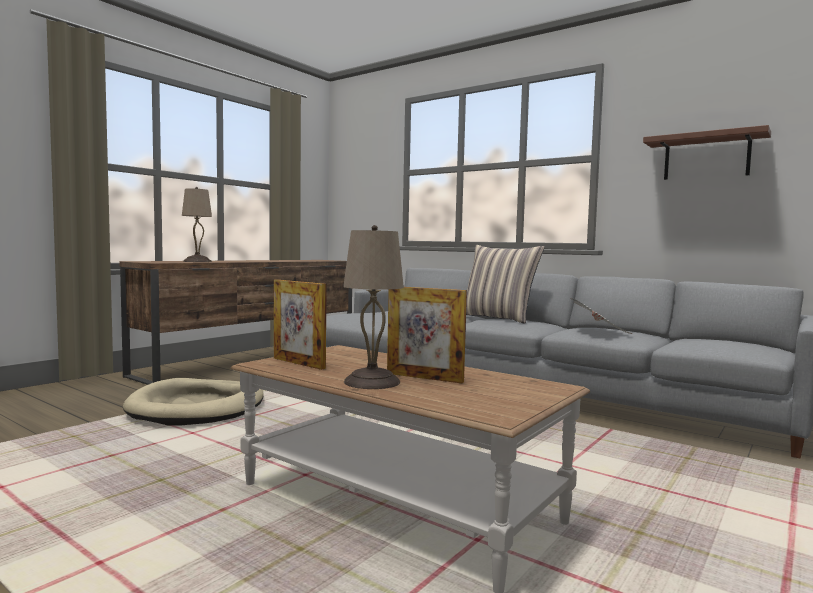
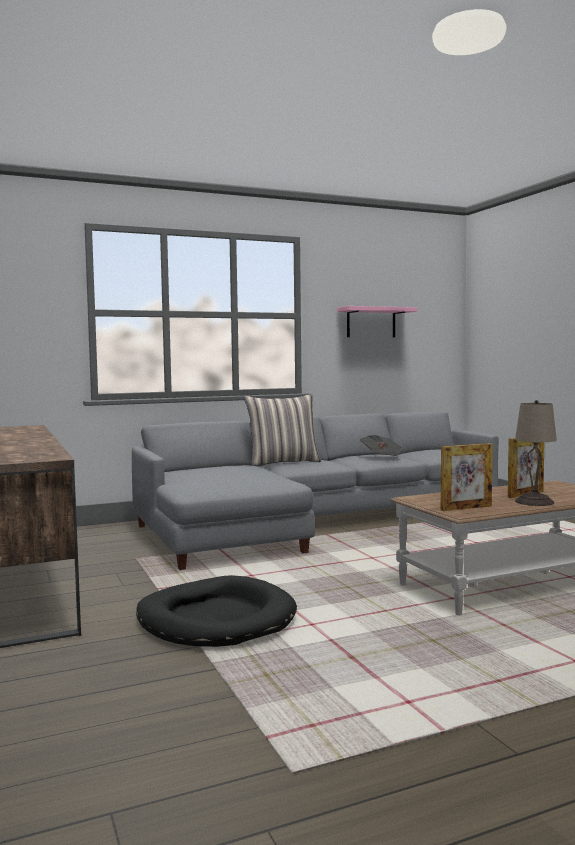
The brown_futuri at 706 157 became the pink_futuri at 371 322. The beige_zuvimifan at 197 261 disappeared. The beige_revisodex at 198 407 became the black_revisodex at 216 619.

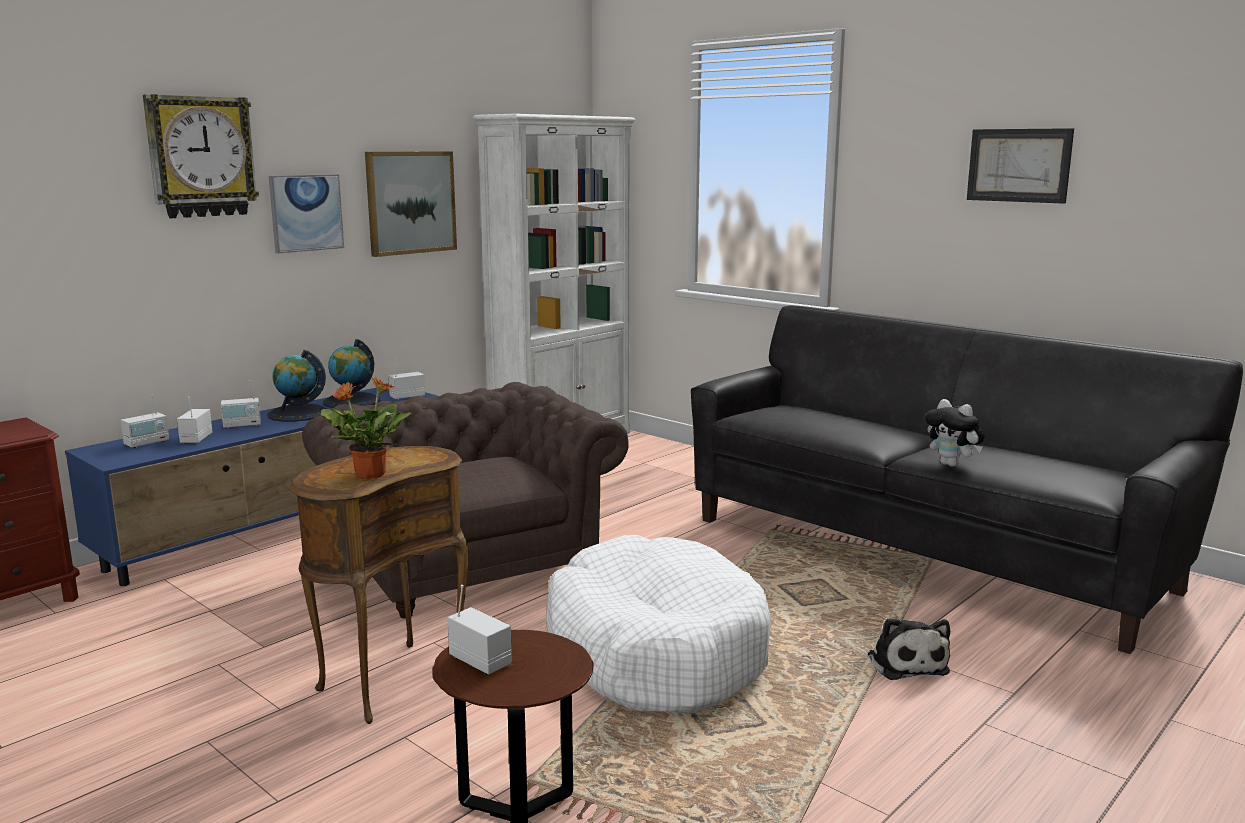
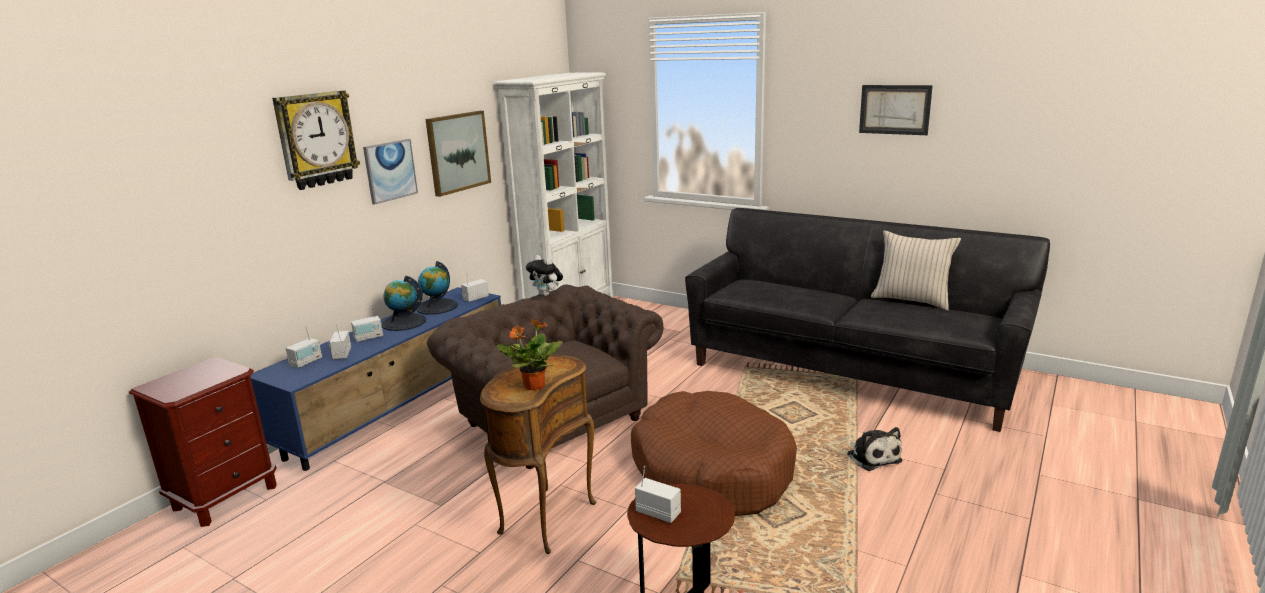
The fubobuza moved from 952 465 to 546 294. The white_revisodex at 655 651 became the brown_revisodex at 712 470. The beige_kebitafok at 911 300 appeared.

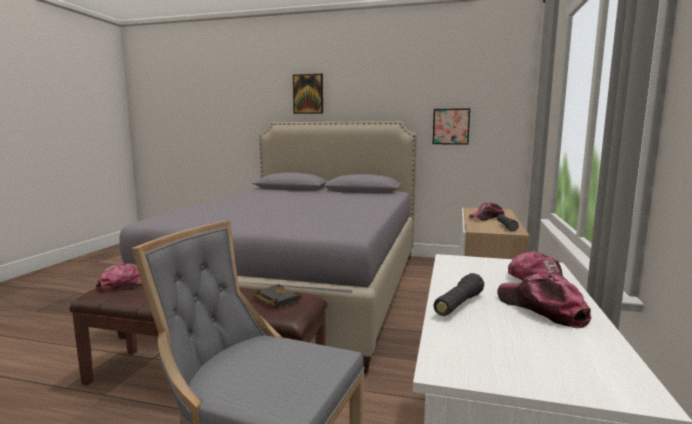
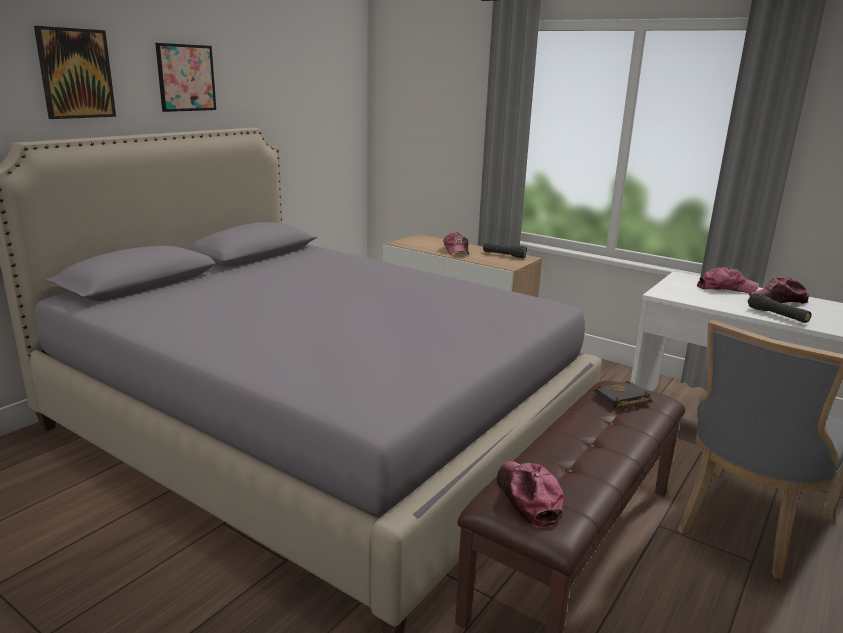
The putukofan moved from 451 126 to 186 78.

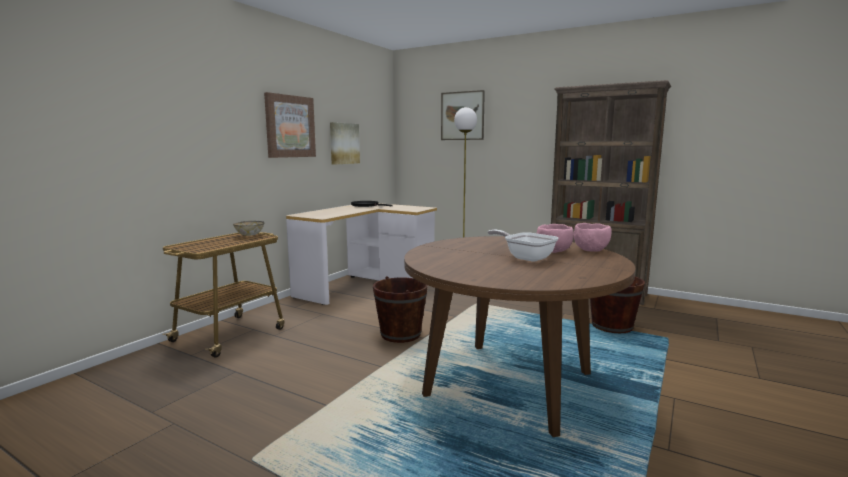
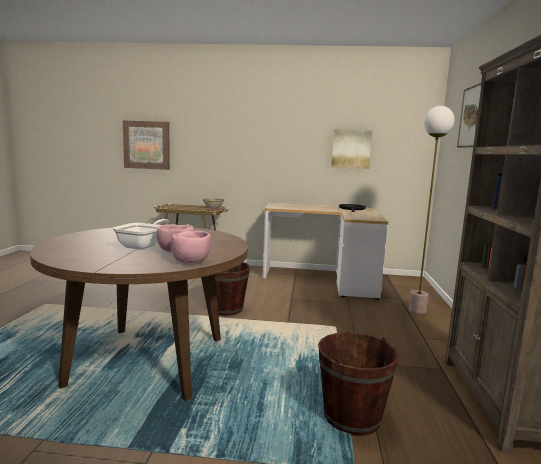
The putukofan moved from 290 126 to 147 145.

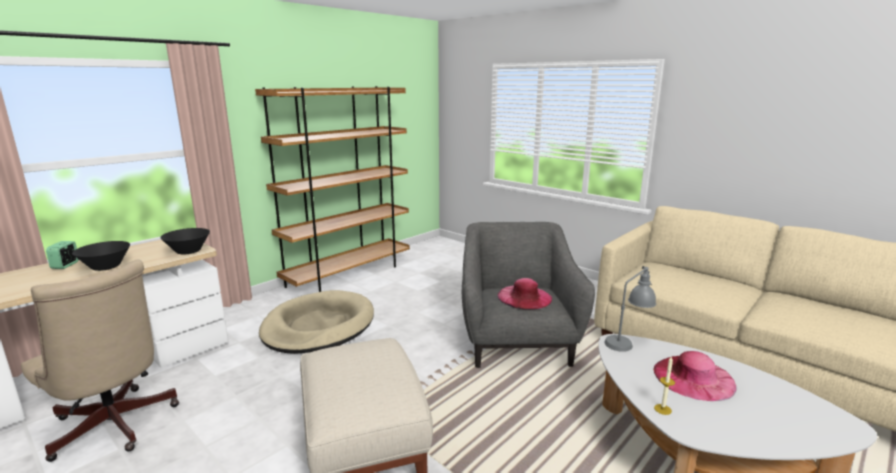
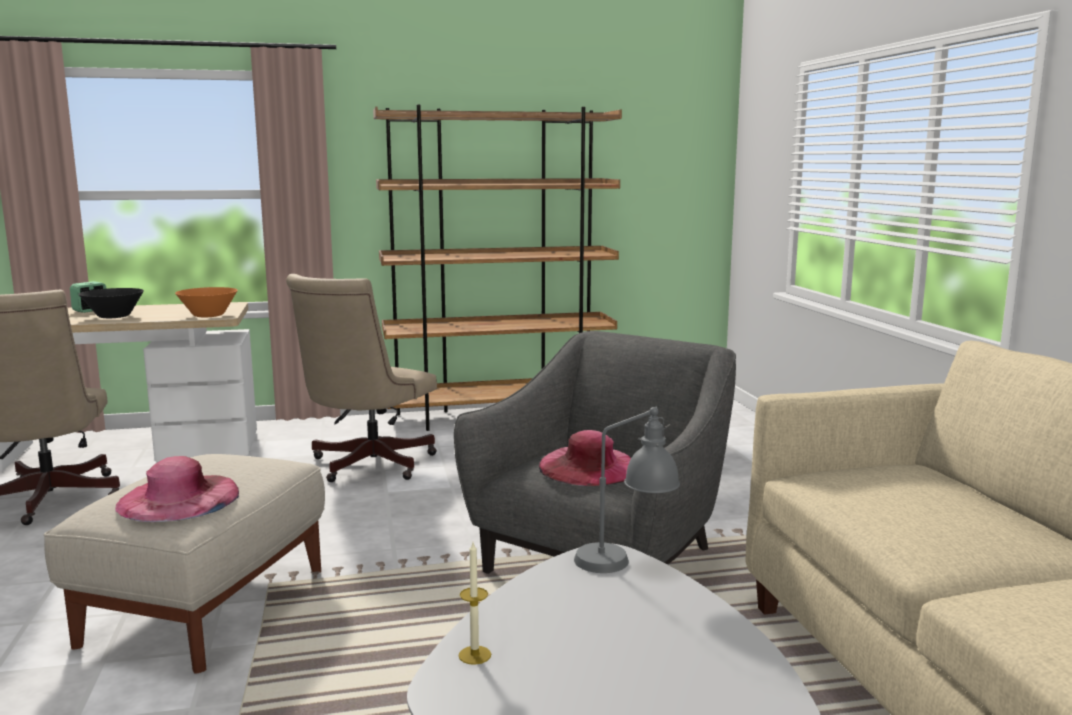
The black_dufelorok at 188 251 became the orange_dufelorok at 208 315. The beige_revisodex at 318 326 was replaced by the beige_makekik at 366 466. The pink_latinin moved from 693 377 to 179 498.

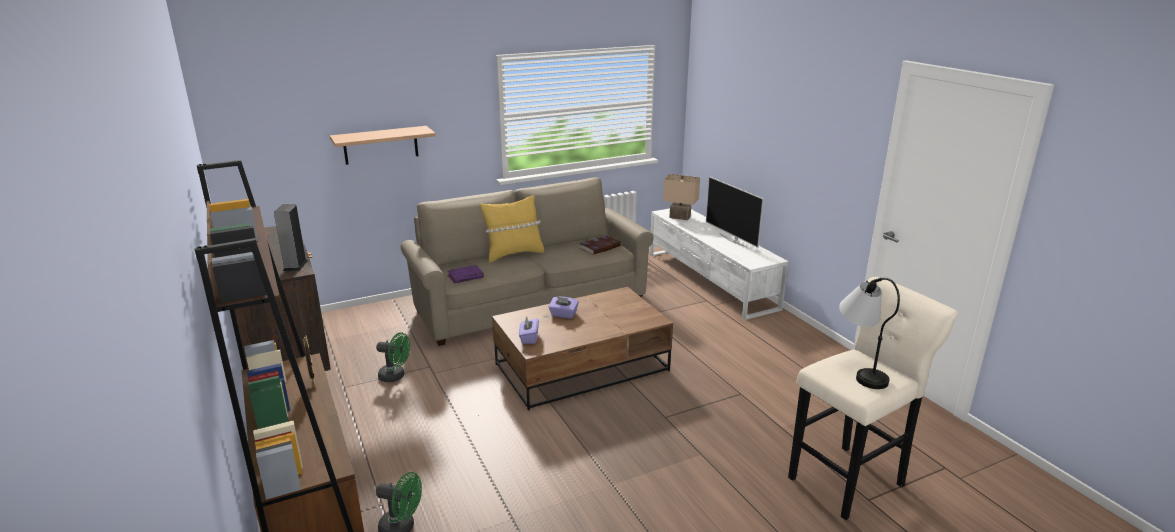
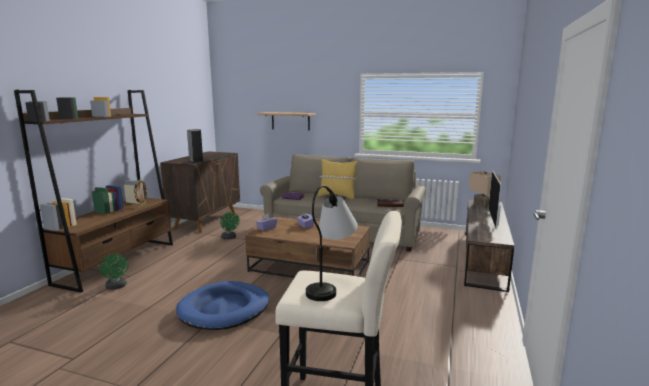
The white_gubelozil at 710 280 became the brown_gubelozil at 483 258. The blue_revisodex at 224 309 appeared.

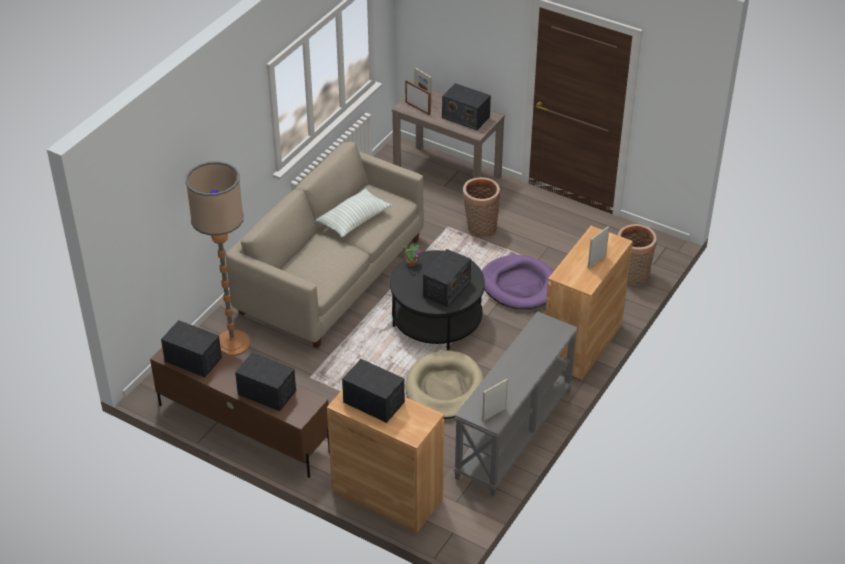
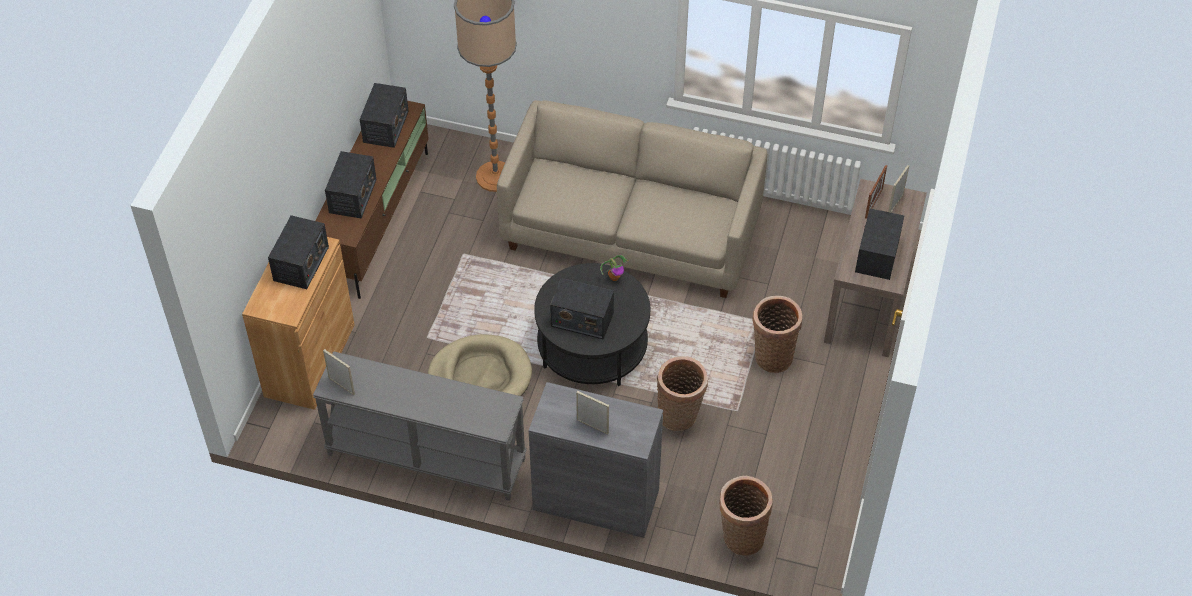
The kebitafok at 354 220 disappeared. The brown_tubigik at 582 343 became the grey_tubigik at 596 500. The purple_revisodex at 519 285 was replaced by the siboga at 680 416.

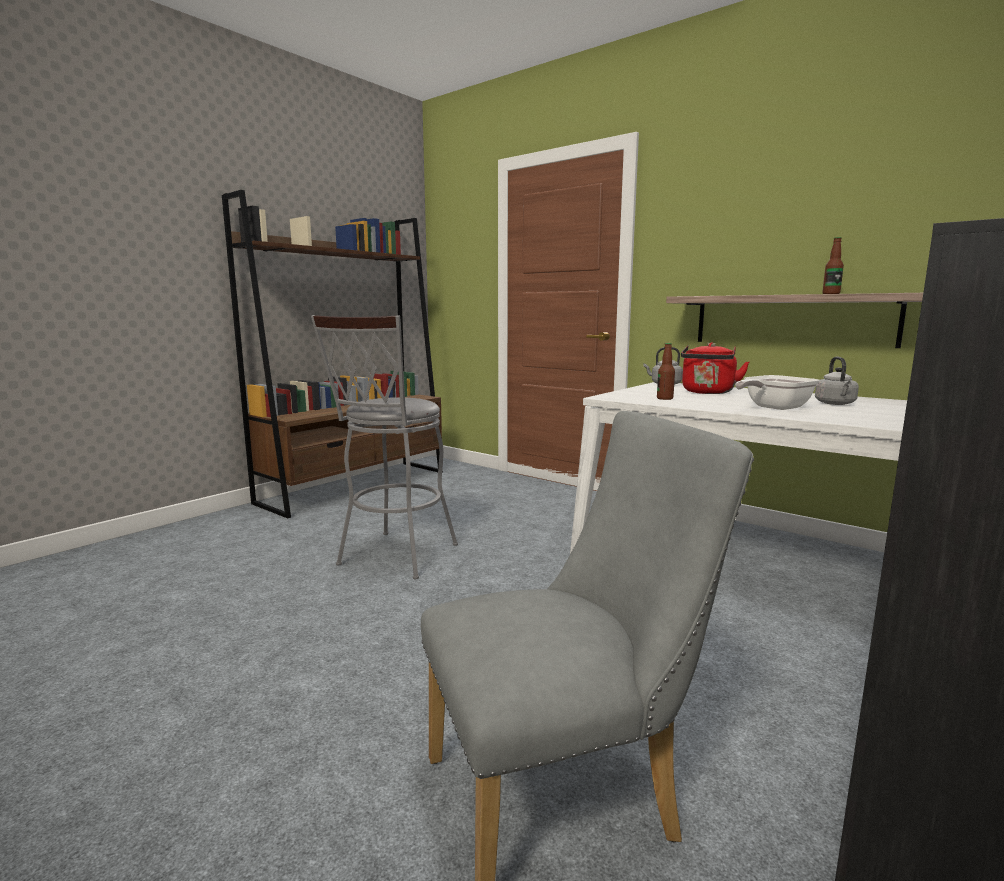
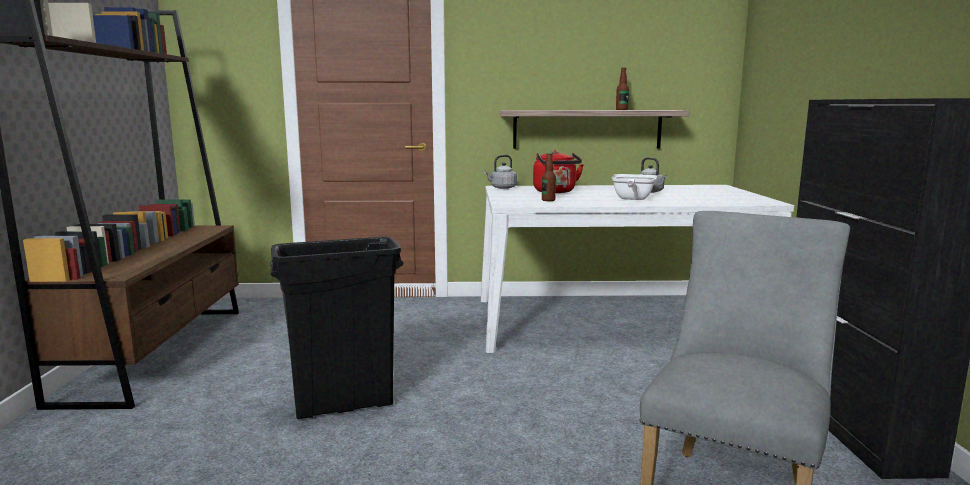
The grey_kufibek at 393 558 was replaced by the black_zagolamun at 343 405.

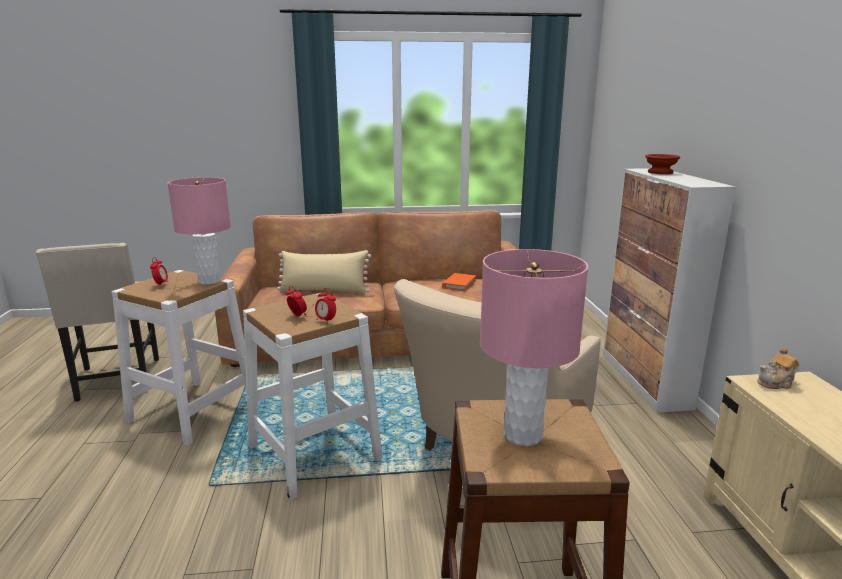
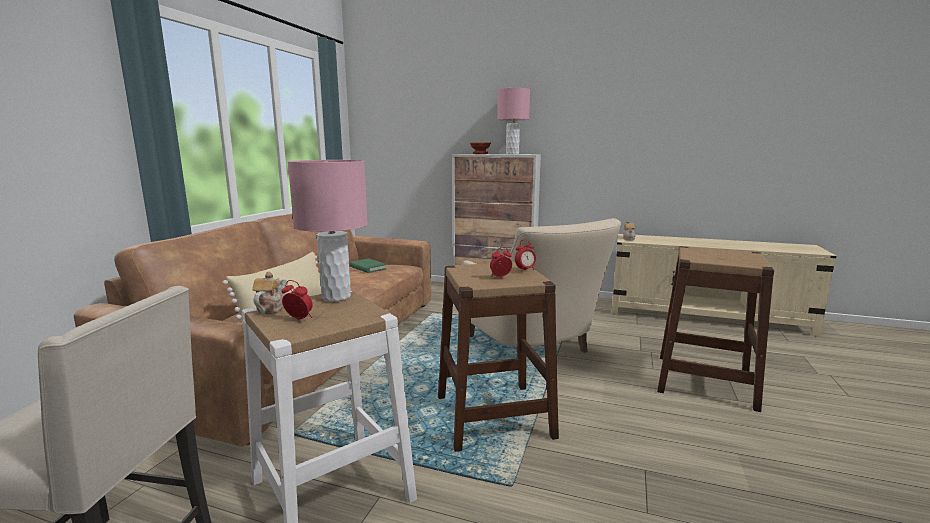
The pink_zuvimifan moved from 523 435 to 512 154. The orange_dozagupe at 459 284 became the green_dozagupe at 368 268. The white_kufibek at 314 452 became the brown_kufibek at 493 416. The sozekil at 271 308 appeared.

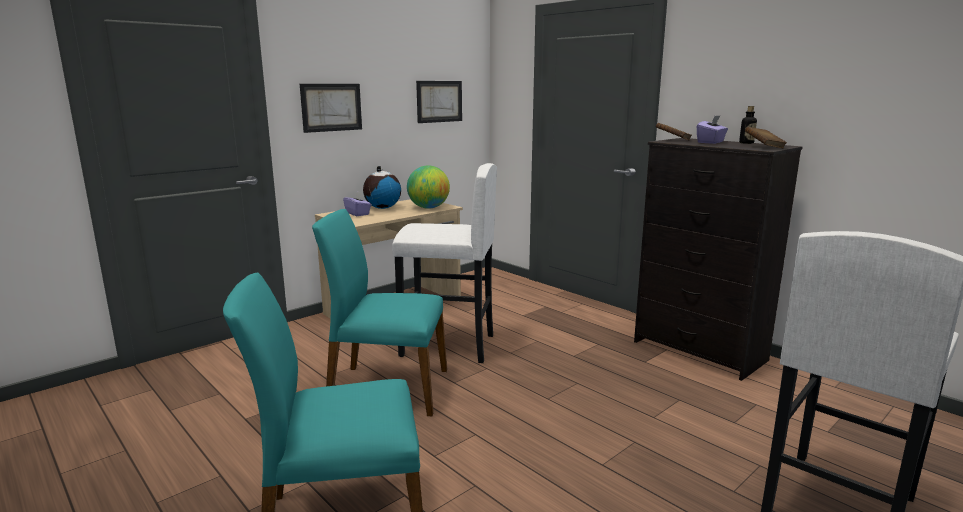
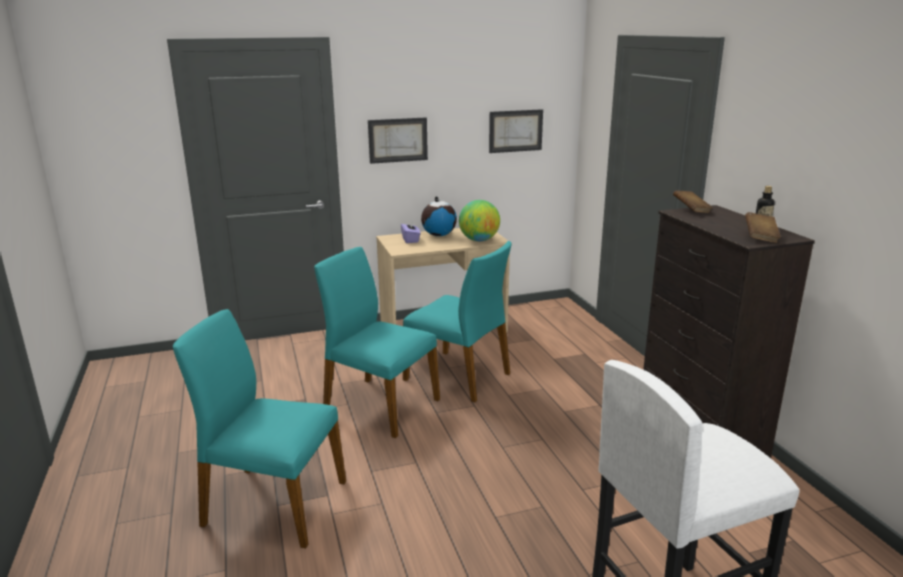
The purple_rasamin at 711 142 disappeared. The white_kufibek at 448 346 was replaced by the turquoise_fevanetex at 459 376.

